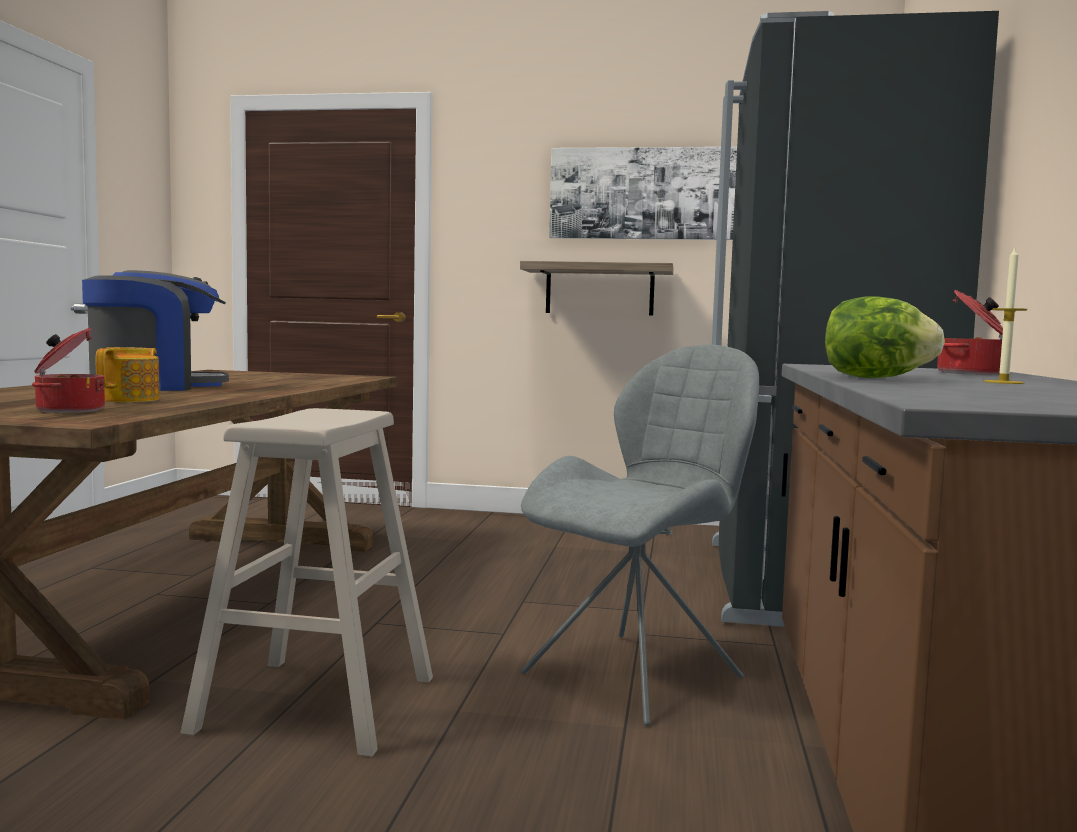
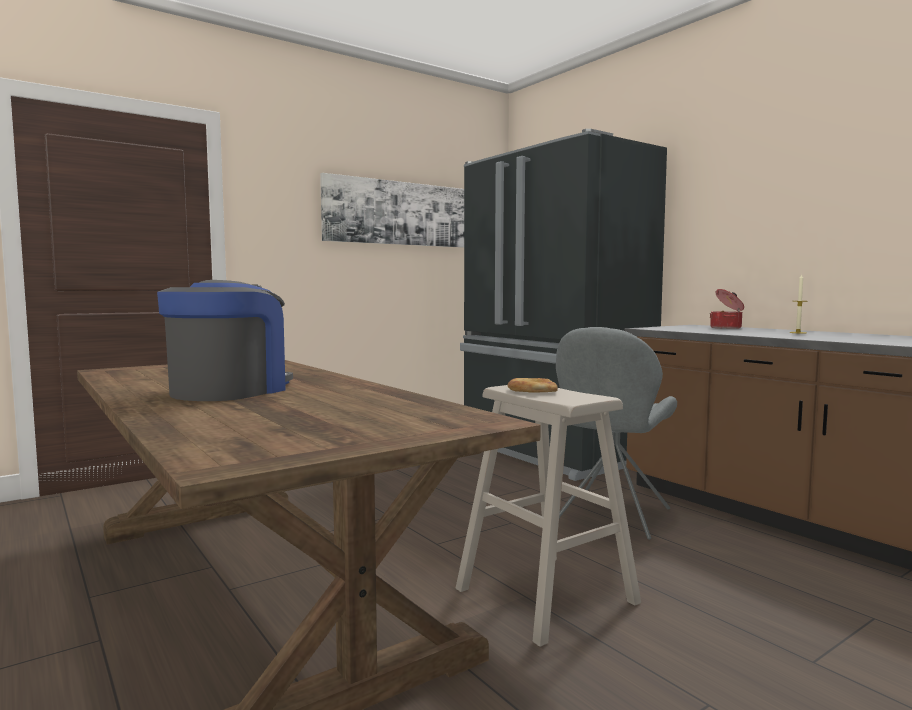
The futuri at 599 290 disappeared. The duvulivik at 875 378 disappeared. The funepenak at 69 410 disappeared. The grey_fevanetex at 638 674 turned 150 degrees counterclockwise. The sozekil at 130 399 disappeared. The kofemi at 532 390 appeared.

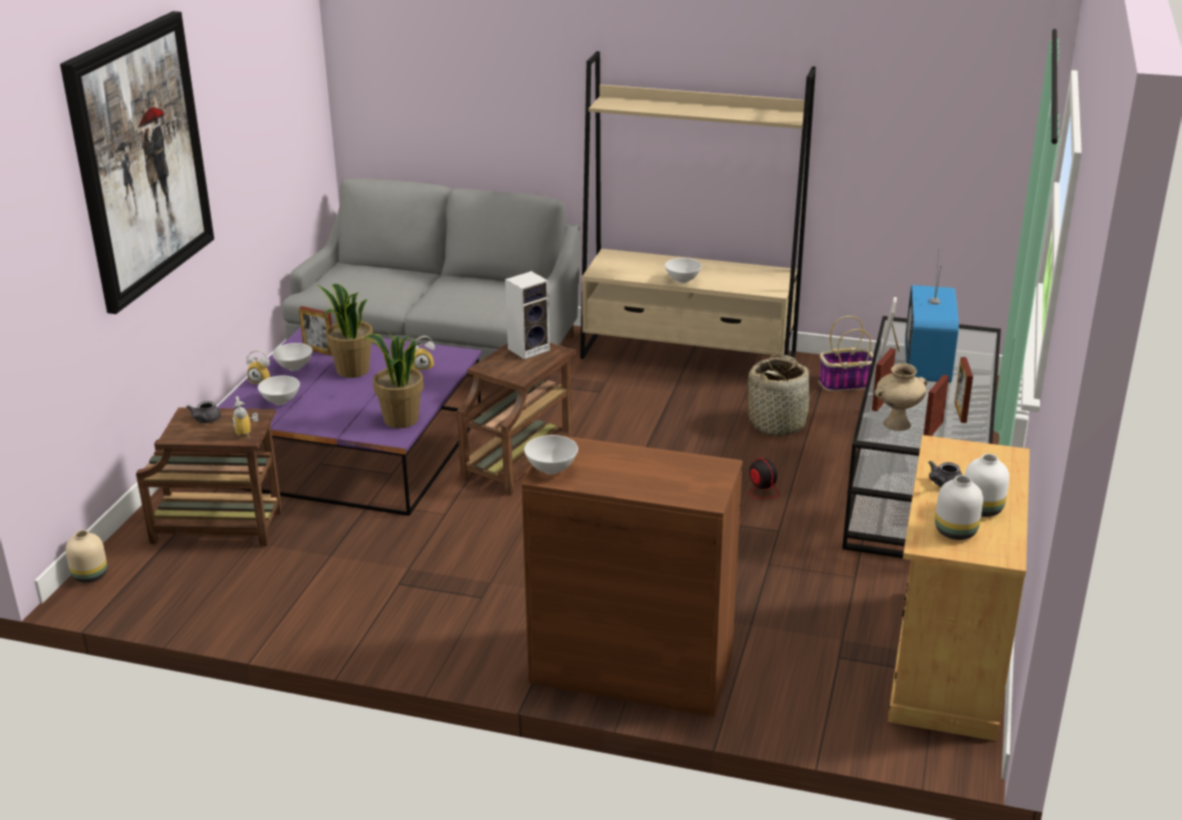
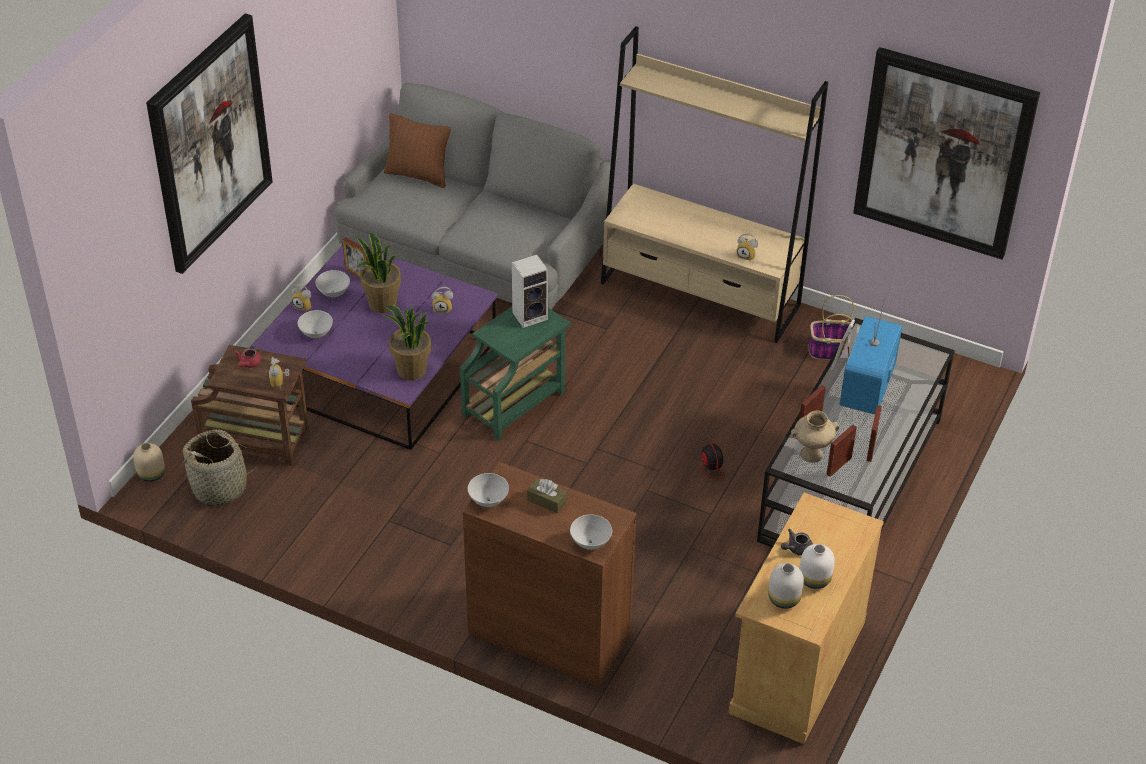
The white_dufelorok moved from 682 280 to 590 542. The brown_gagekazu at 519 461 became the green_gagekazu at 515 402. The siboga moved from 777 423 to 220 487. The grey_sozekil at 205 420 became the red_sozekil at 248 364. The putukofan at 943 153 appeared. The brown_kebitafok at 418 175 appeared. The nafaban at 747 256 appeared. The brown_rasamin at 546 501 appeared.

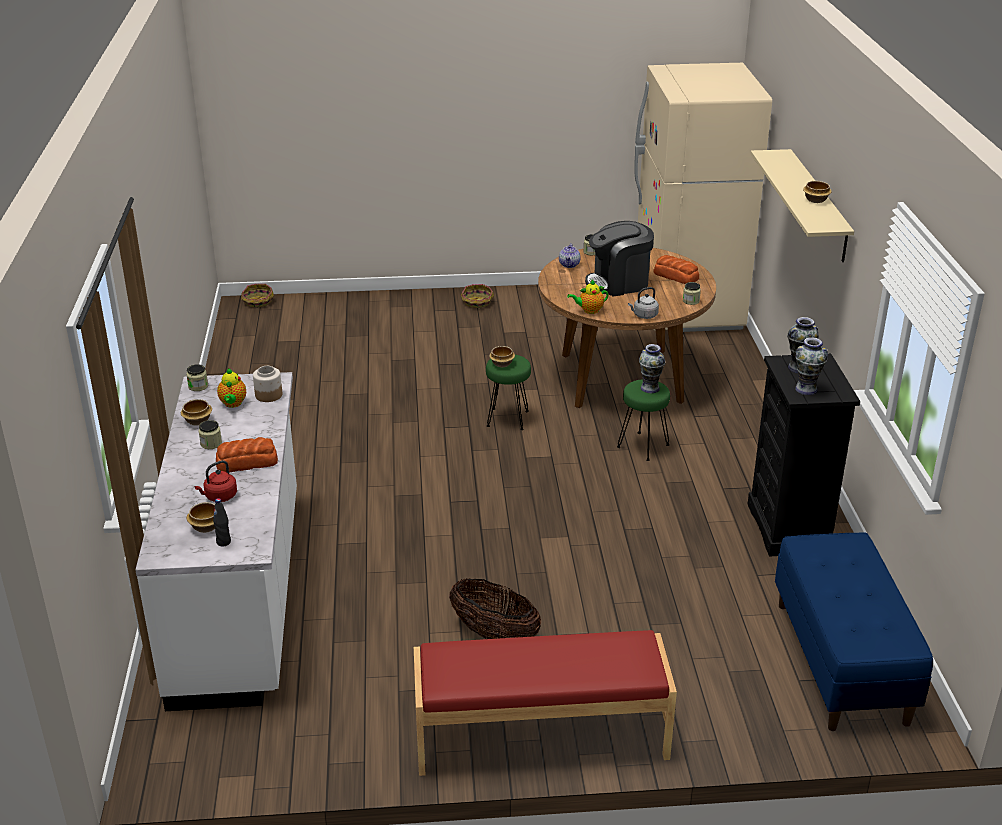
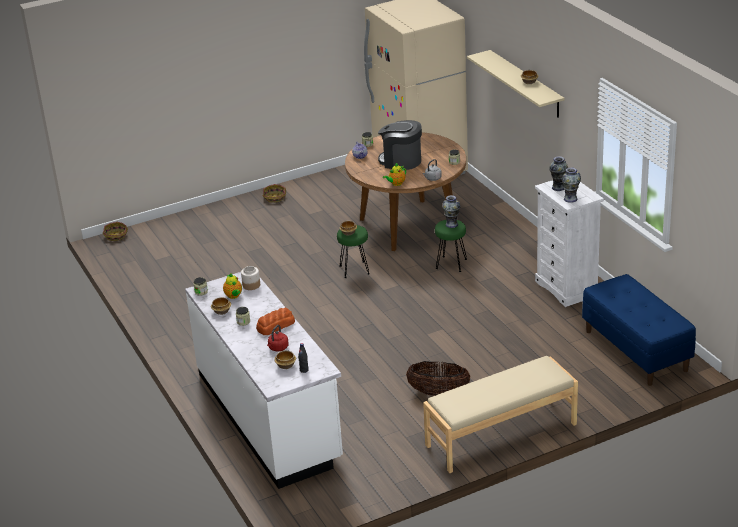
The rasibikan at 619 283 turned 60 degrees clockwise. The kofemi at 675 276 disappeared. The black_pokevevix at 789 528 became the white_pokevevix at 567 288. The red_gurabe at 541 737 became the beige_gurabe at 501 435.

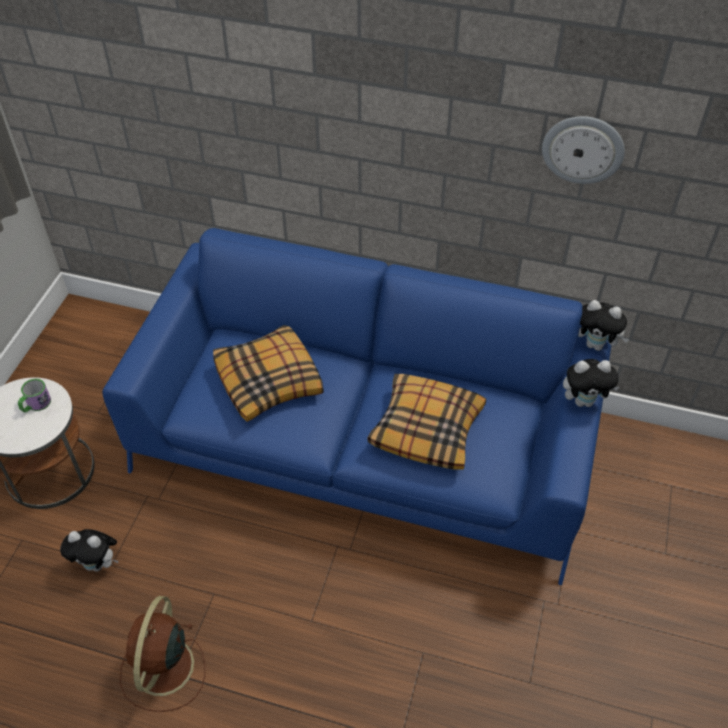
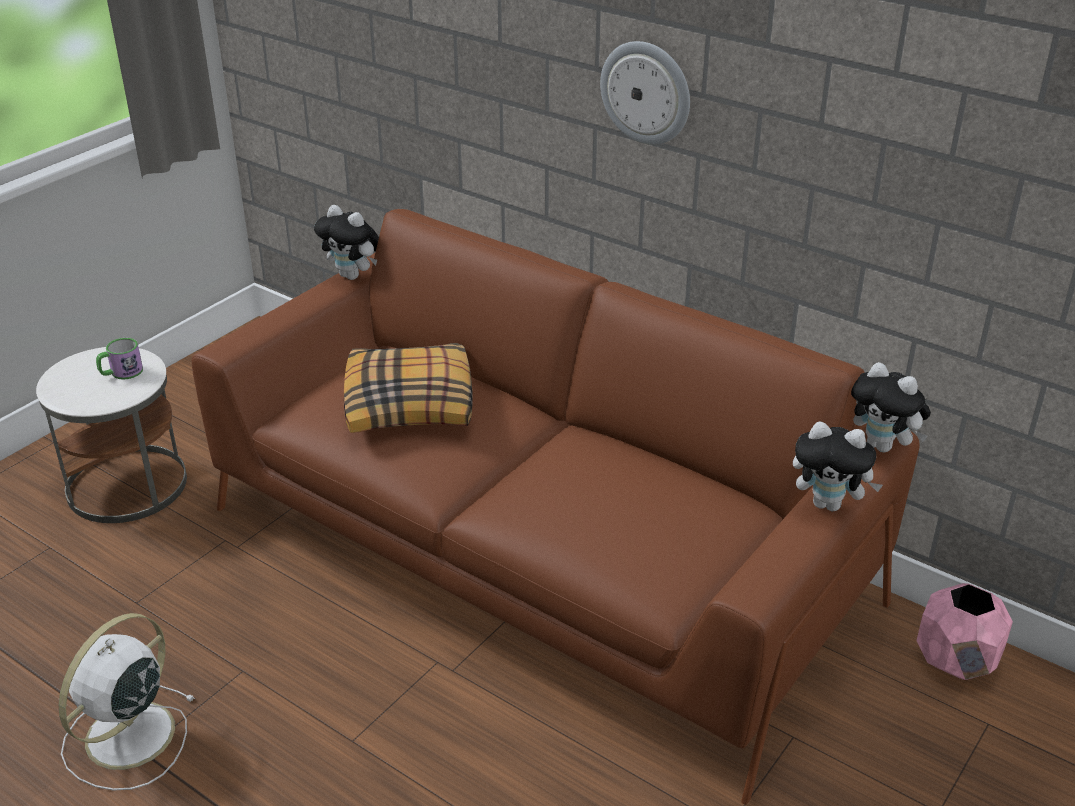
The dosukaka moved from 583 149 to 646 92. The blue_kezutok at 364 444 became the brown_kezutok at 538 554. The kebitafok at 427 428 disappeared. The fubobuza moved from 98 564 to 353 276. The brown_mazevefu at 163 669 became the white_mazevefu at 127 738. The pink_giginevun at 957 661 appeared.

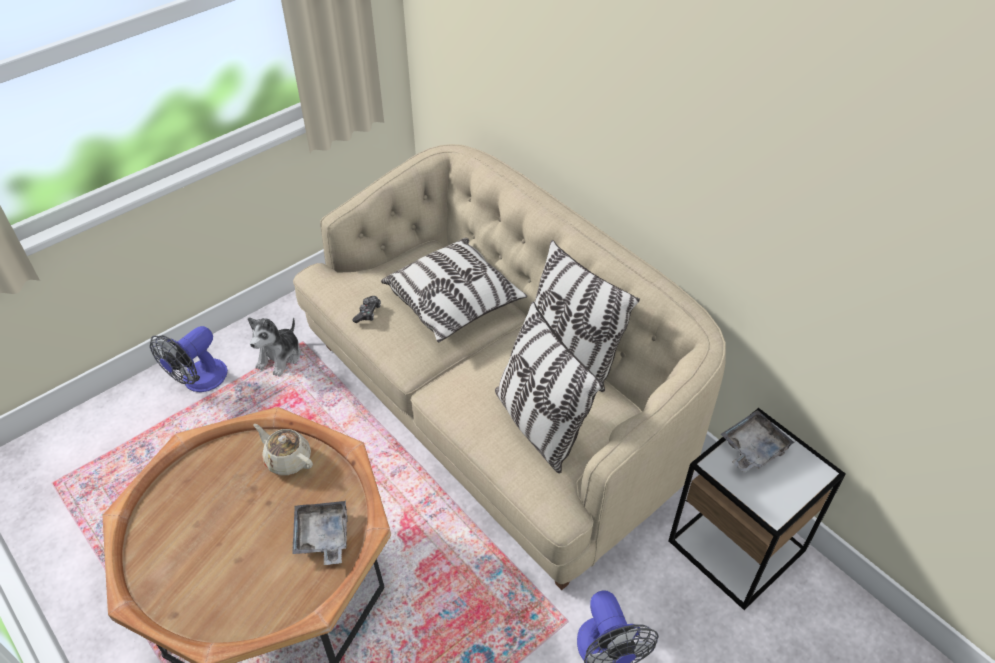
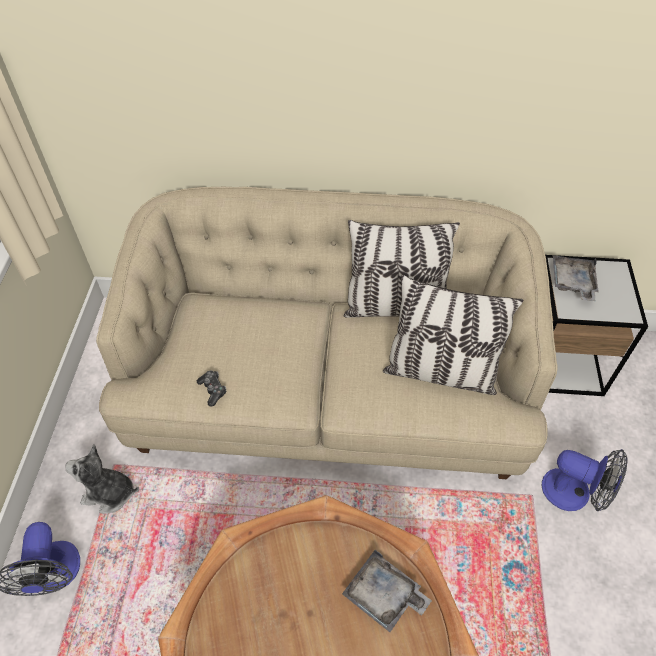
The kebitafok at 454 302 disappeared. The fubobuza at 280 357 turned 120 degrees clockwise. The beige_sozekil at 287 459 disappeared.

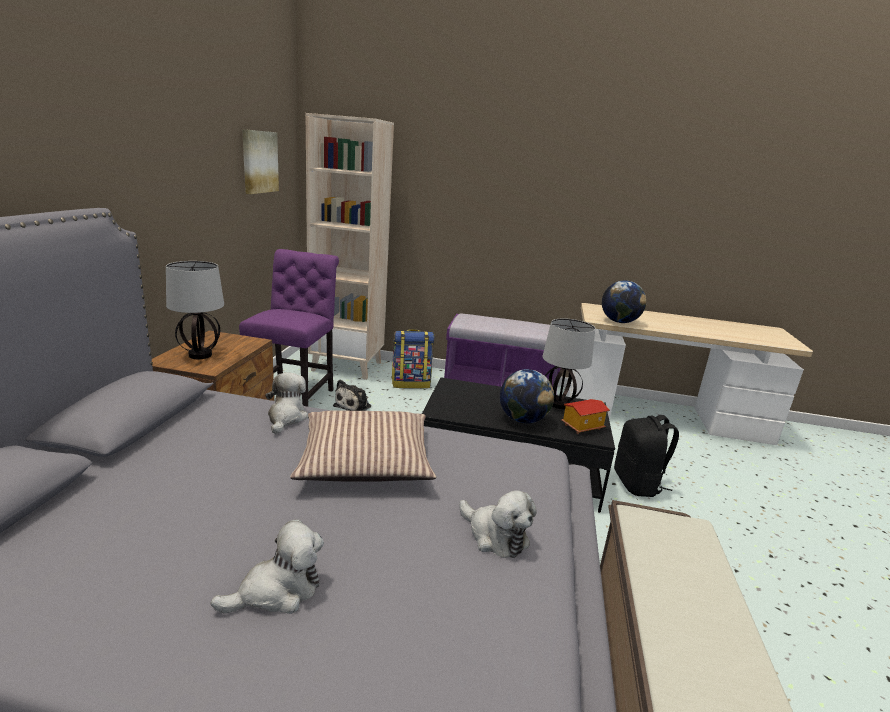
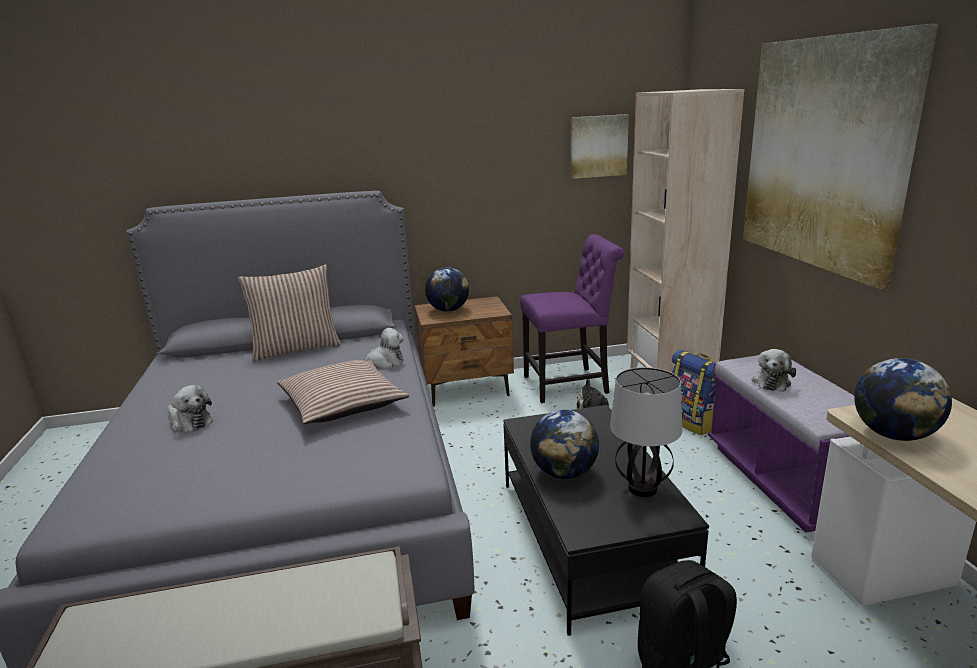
The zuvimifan at 199 355 was replaced by the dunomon at 448 310. The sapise at 582 426 disappeared. The fubobuza moved from 495 536 to 771 381. The putukofan at 824 154 appeared. The kebitafok at 296 348 appeared.

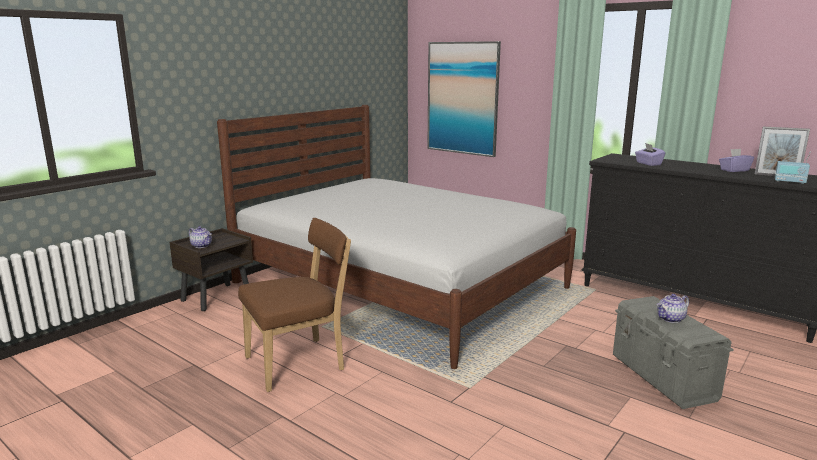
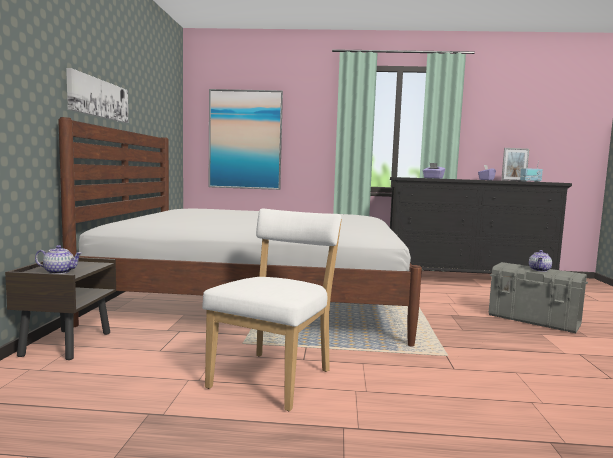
The brown_fevanetex at 299 363 became the white_fevanetex at 274 377. The putukofan at 98 98 appeared.

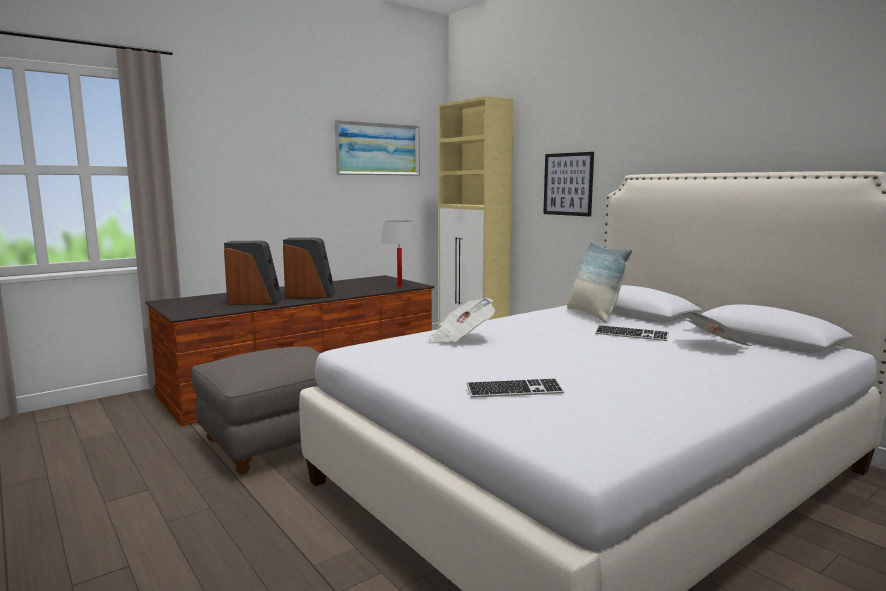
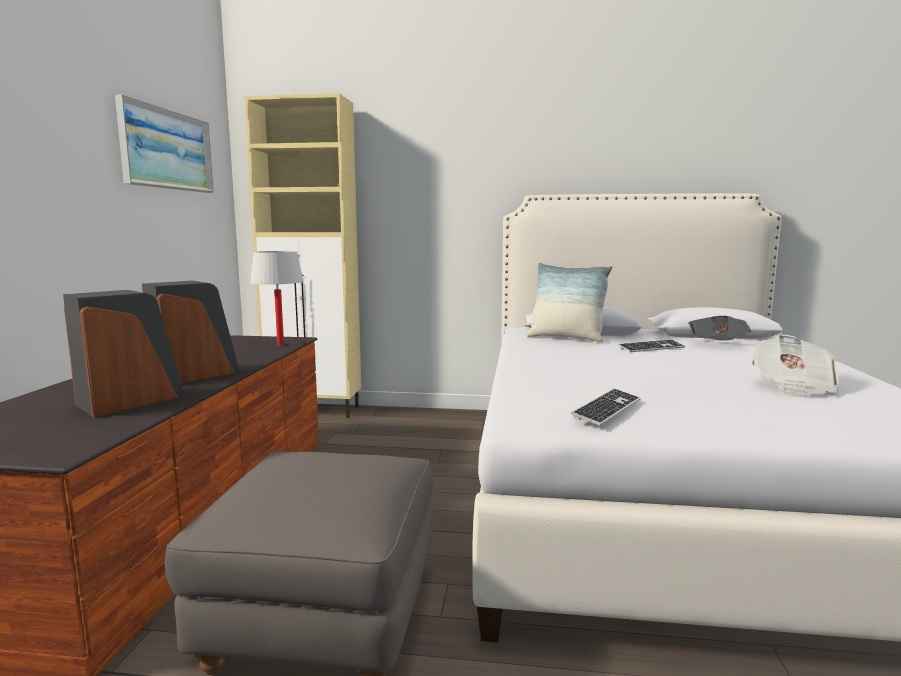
The putukofan at 568 184 disappeared. The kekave moved from 461 337 to 792 387. The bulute moved from 514 391 to 607 409.

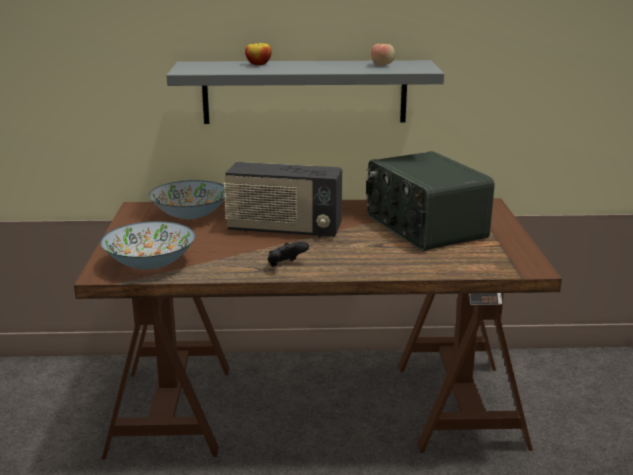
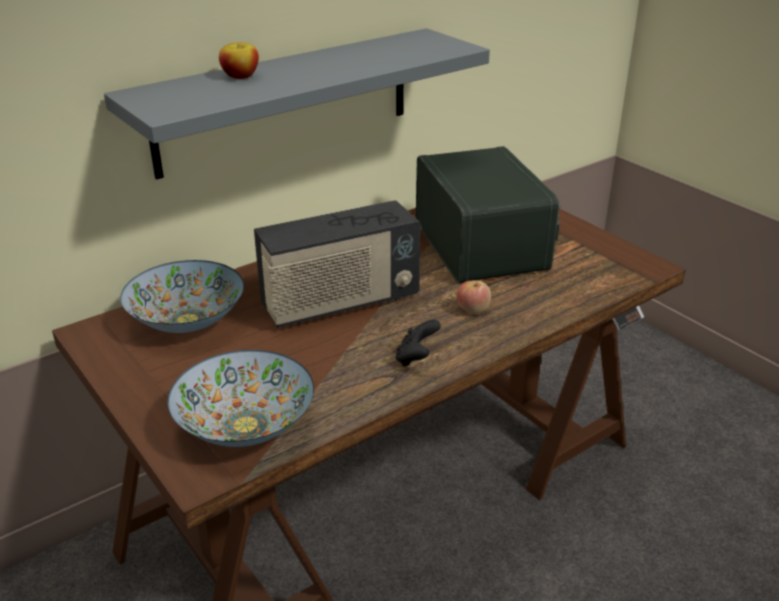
The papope moved from 382 65 to 473 309. The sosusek at 423 227 turned 135 degrees counterclockwise.

